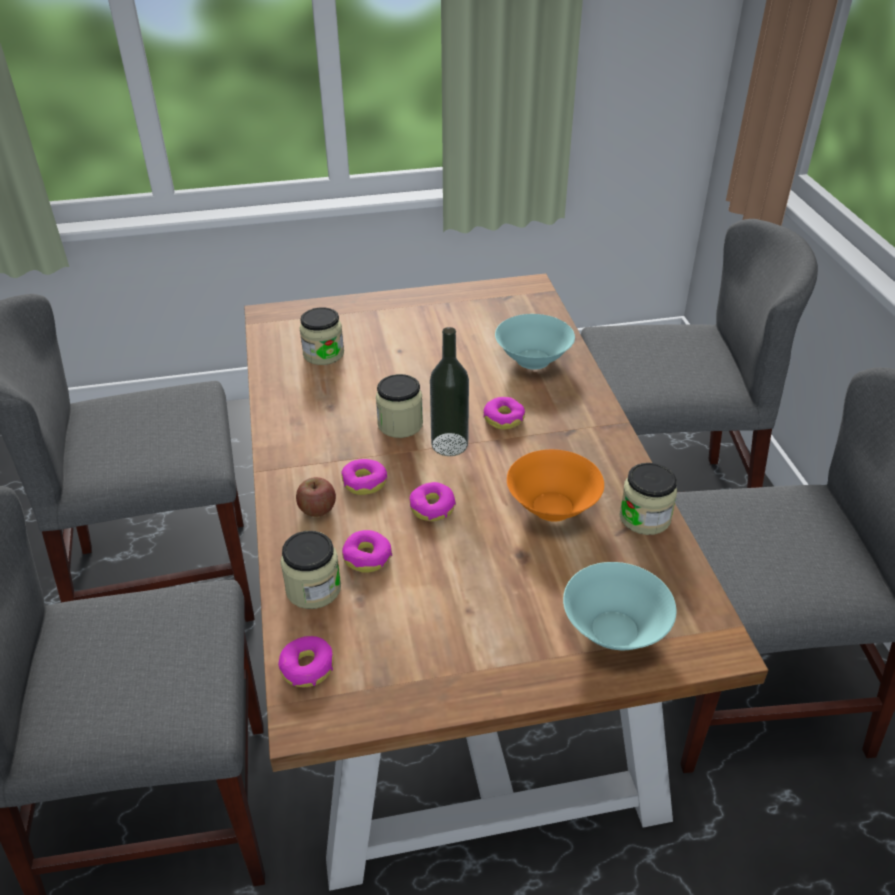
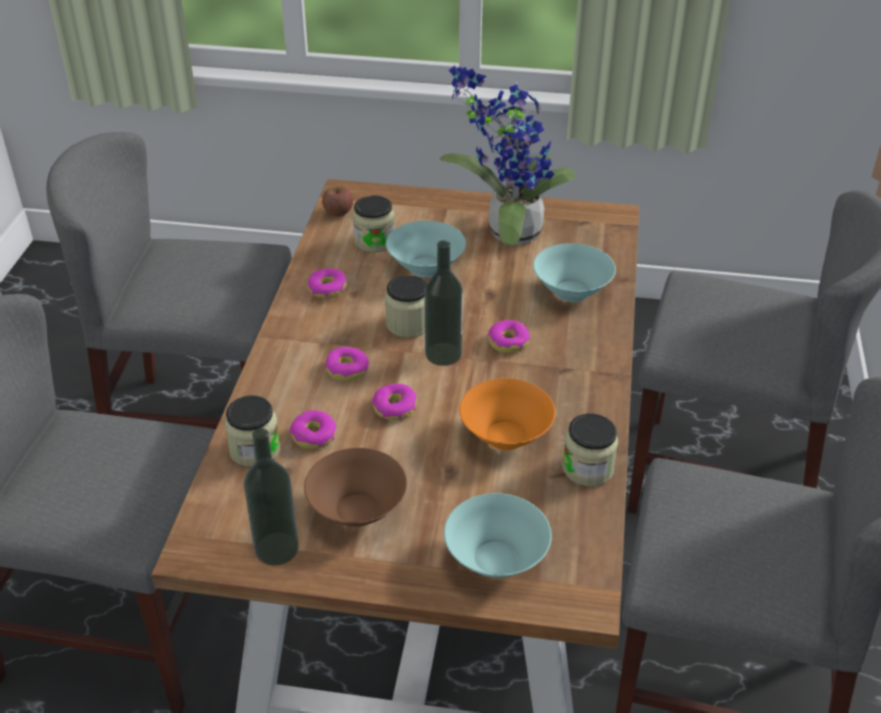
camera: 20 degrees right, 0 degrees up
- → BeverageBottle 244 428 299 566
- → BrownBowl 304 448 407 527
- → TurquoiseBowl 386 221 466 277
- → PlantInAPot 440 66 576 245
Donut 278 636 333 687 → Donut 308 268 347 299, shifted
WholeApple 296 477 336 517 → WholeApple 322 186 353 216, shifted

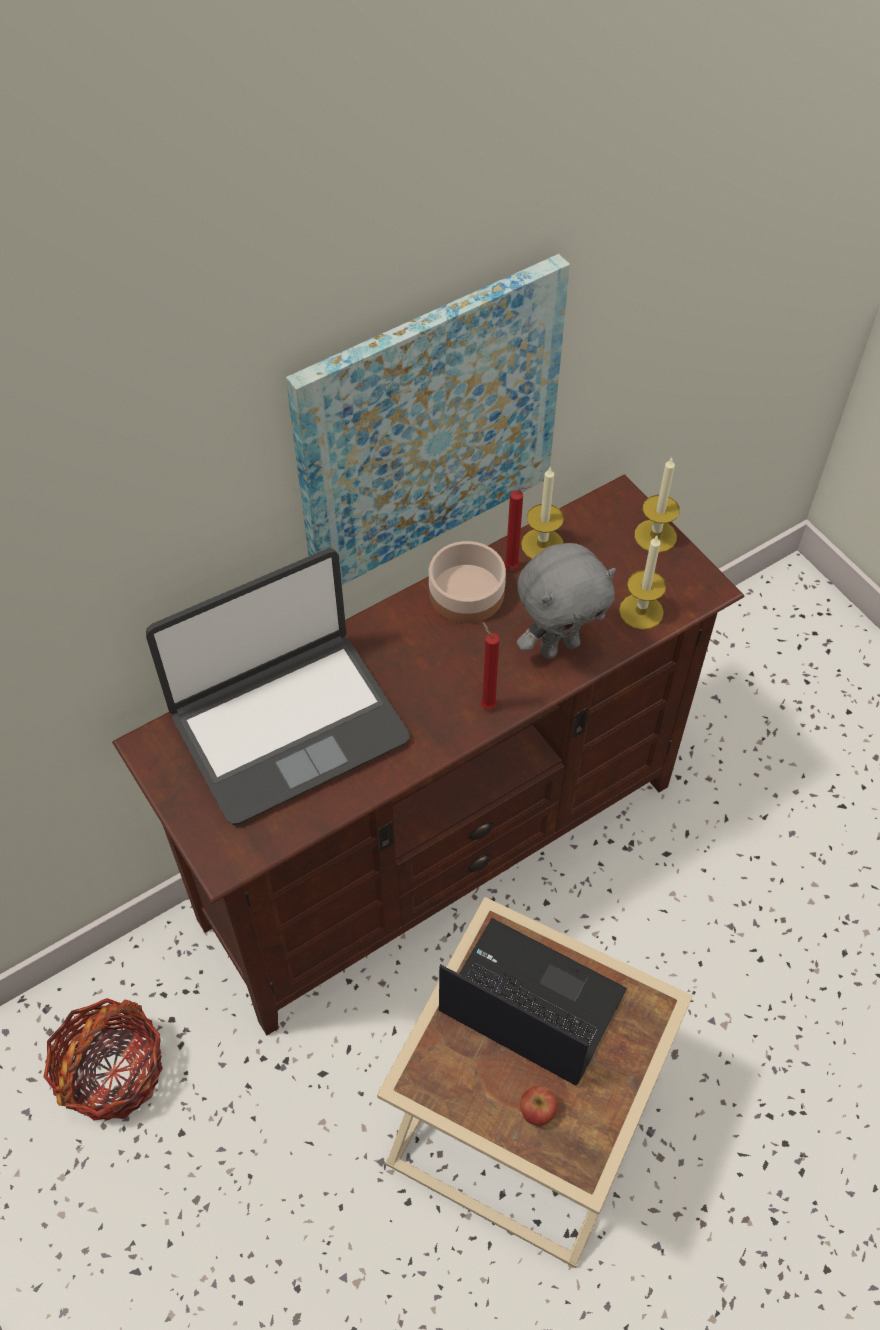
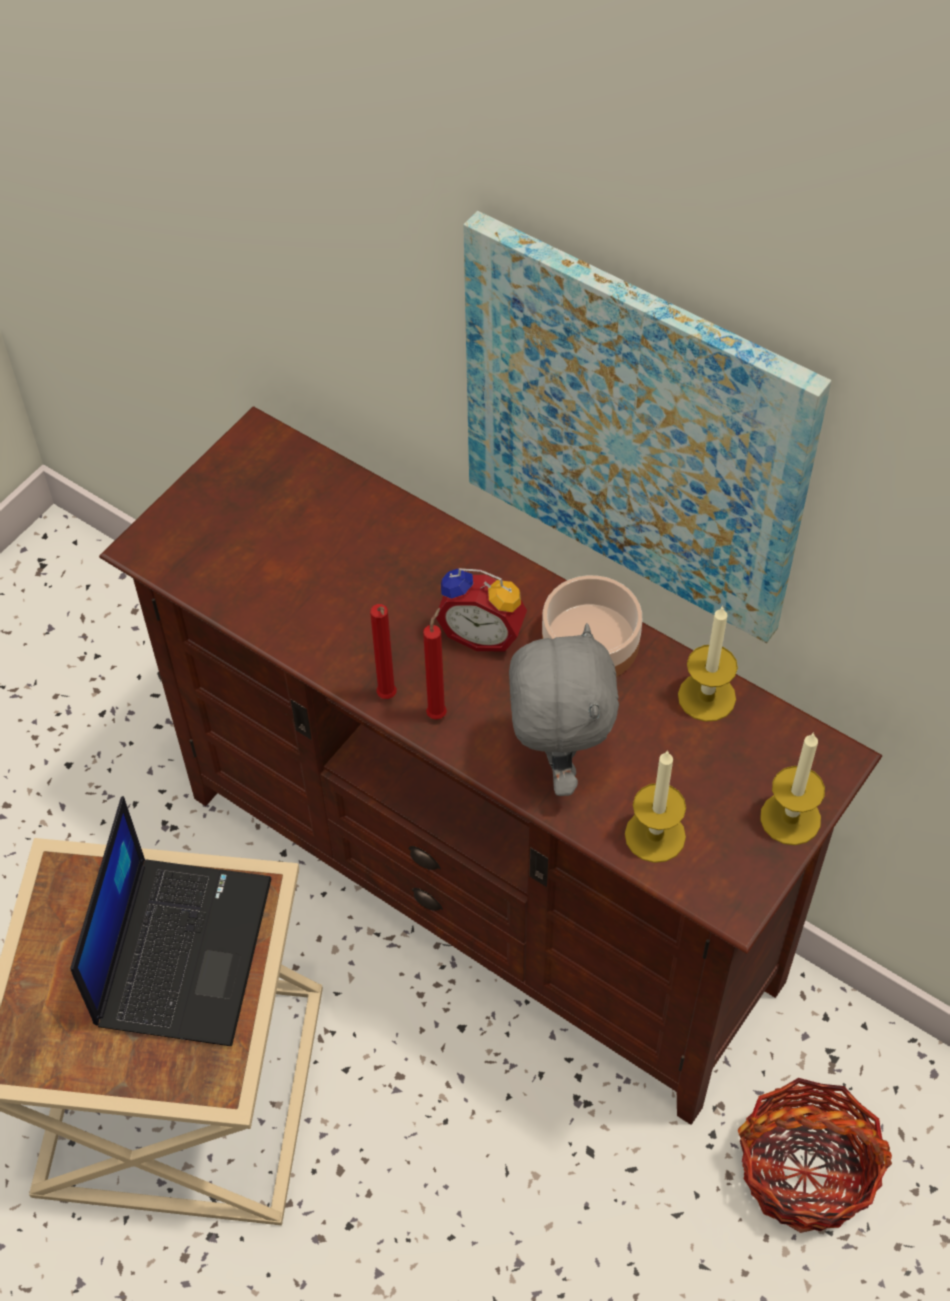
camera: 70 degrees right, 0 degrees up
NotebookComputer 146 549 410 825 → -
WholeApple 520 1086 558 1126 → -
- → AlarmClock 436 568 527 651
StorageBasket 43 998 163 1121 → StorageBasket 738 1078 892 1233, shifted
RedCandle 504 486 531 569 → RedCandle 370 604 397 699, shifted
GrayPlushToy 517 543 616 659 → GrayPlushToy 509 623 619 796, 135 degrees counterclockwise

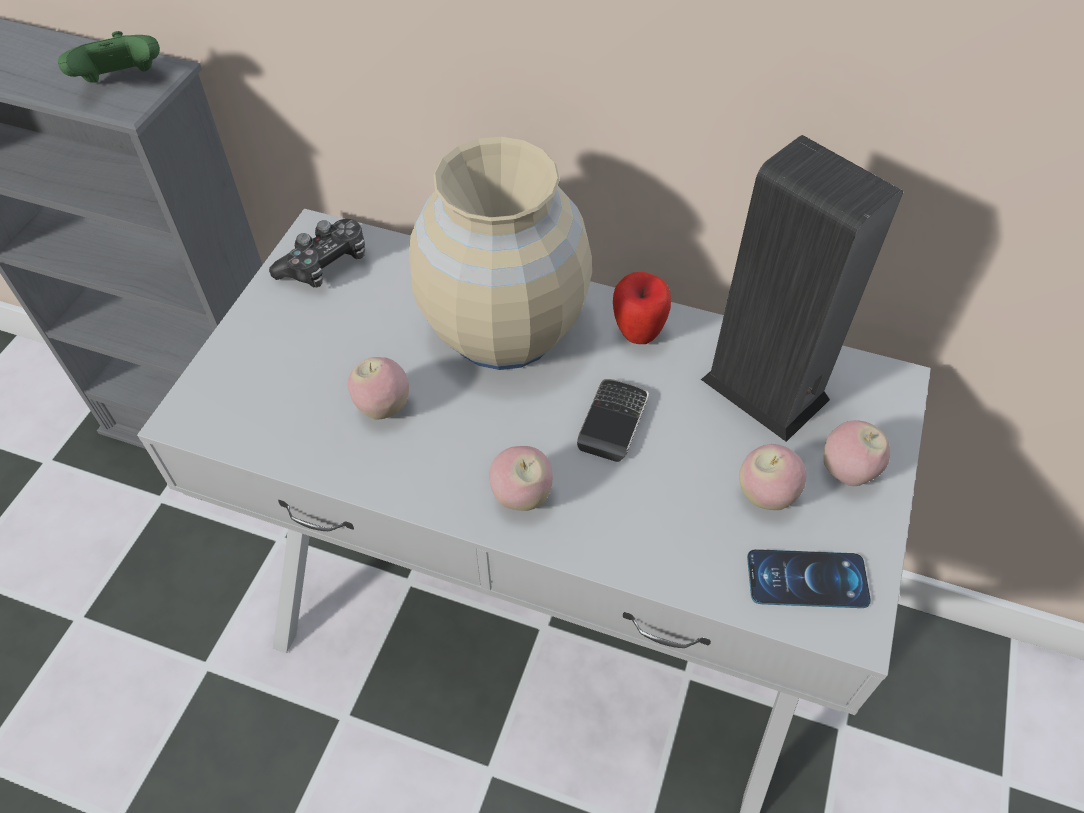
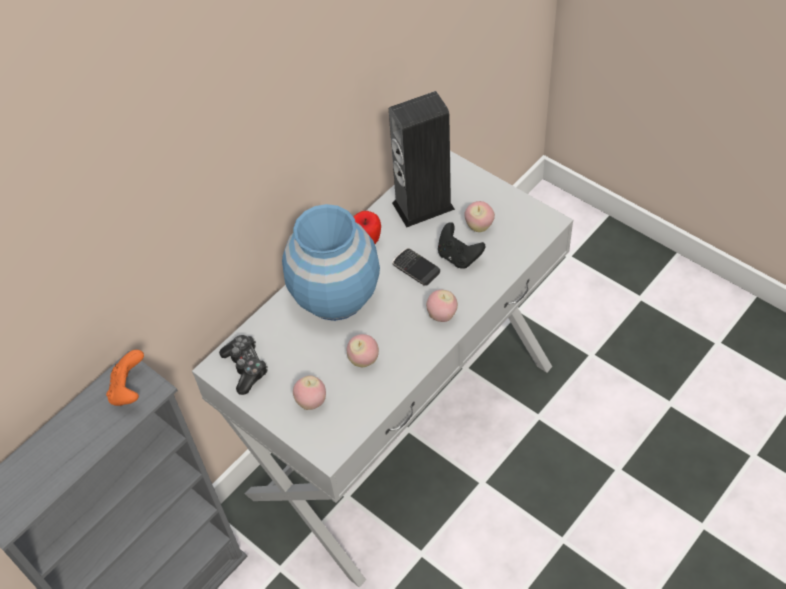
camera: 65 degrees left, 0 degrees up
Phone 747 549 871 608 → -
- → BlackJoypad 438 222 485 269
WholeApple 824 420 890 486 → WholeApple 293 375 326 410, shifted
GreenishJoypad 58 31 160 83 → OrangeJoypad 106 350 144 406
BeigeDecorativeVase 409 137 592 370 → BlueColouredDecorativeVase 282 204 380 321

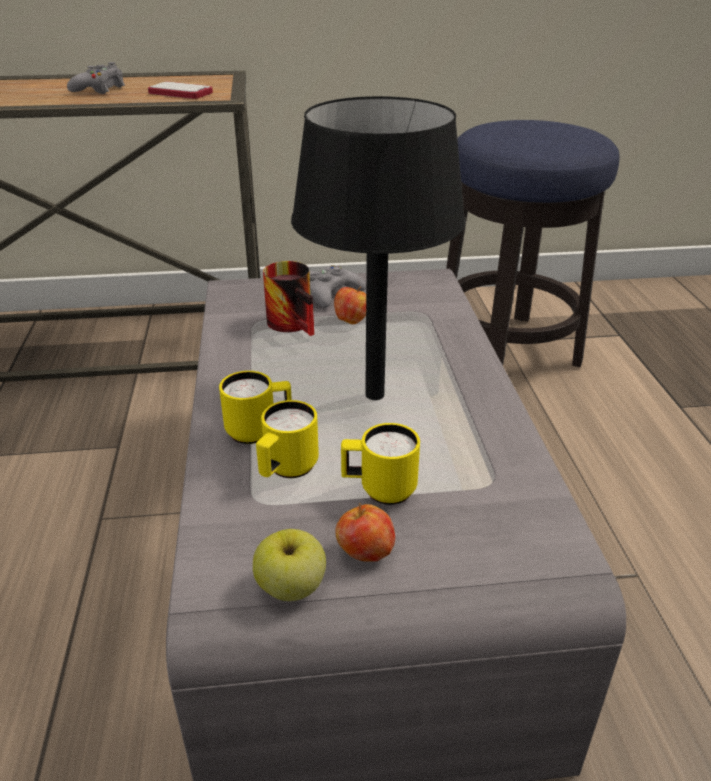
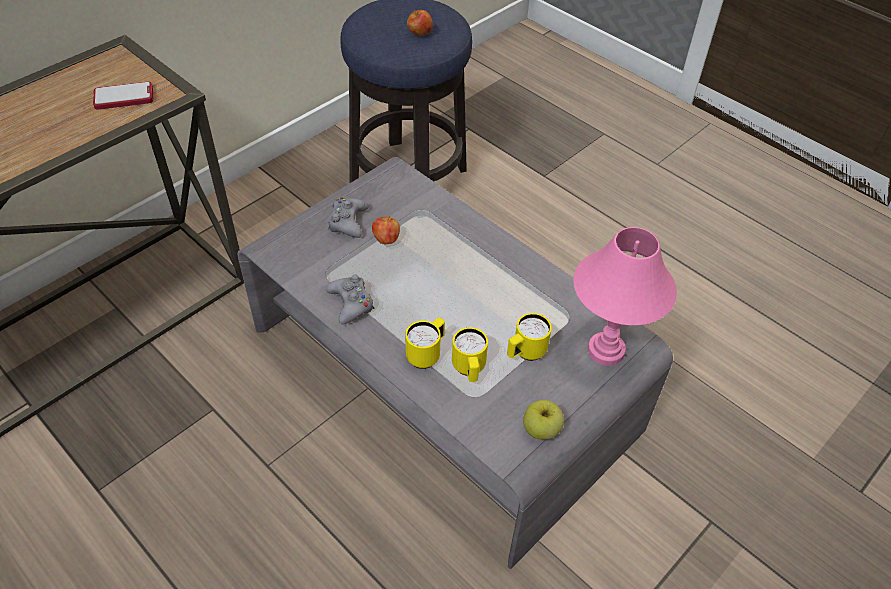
camera: 40 degrees left, 15 degrees up
CoffeeMug 263 261 314 336 → -
BlackLampForATable 291 96 466 400 → -
- → PinkColouredLampForATable 573 227 677 366
GrayJoypad 67 62 125 94 → GrayJoypad 326 275 374 325, shifted
WholeApple 335 503 395 562 → WholeApple 407 10 433 36, shifted

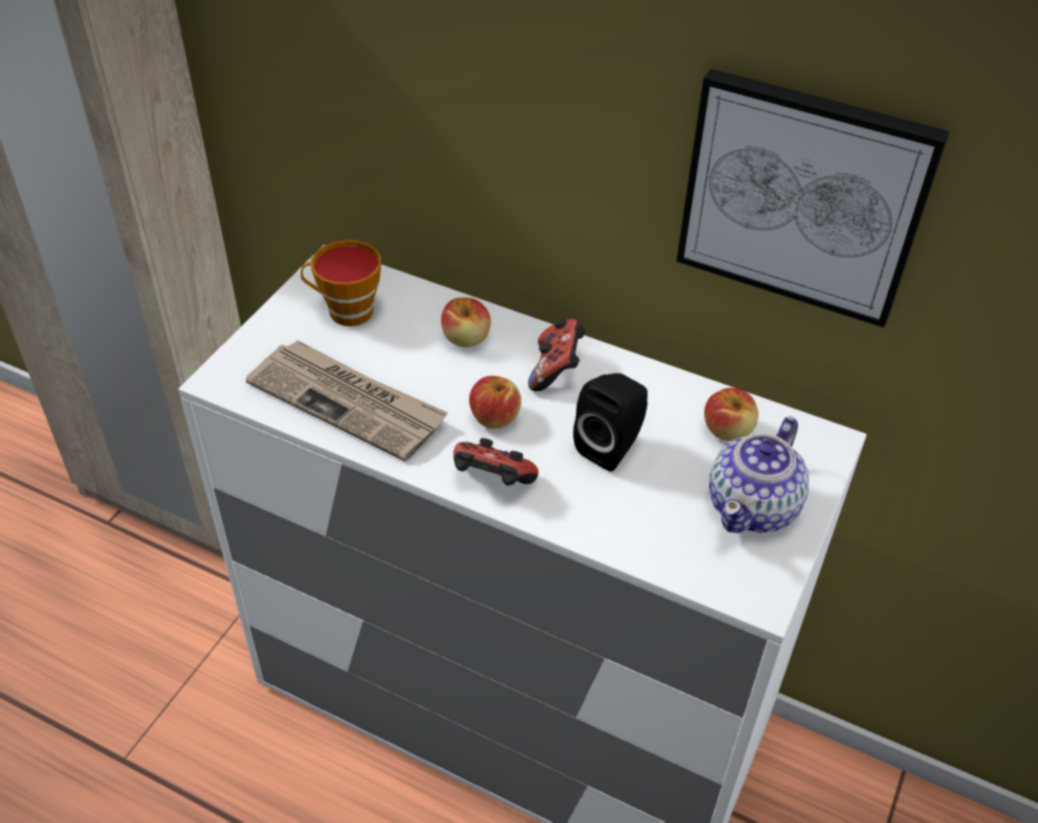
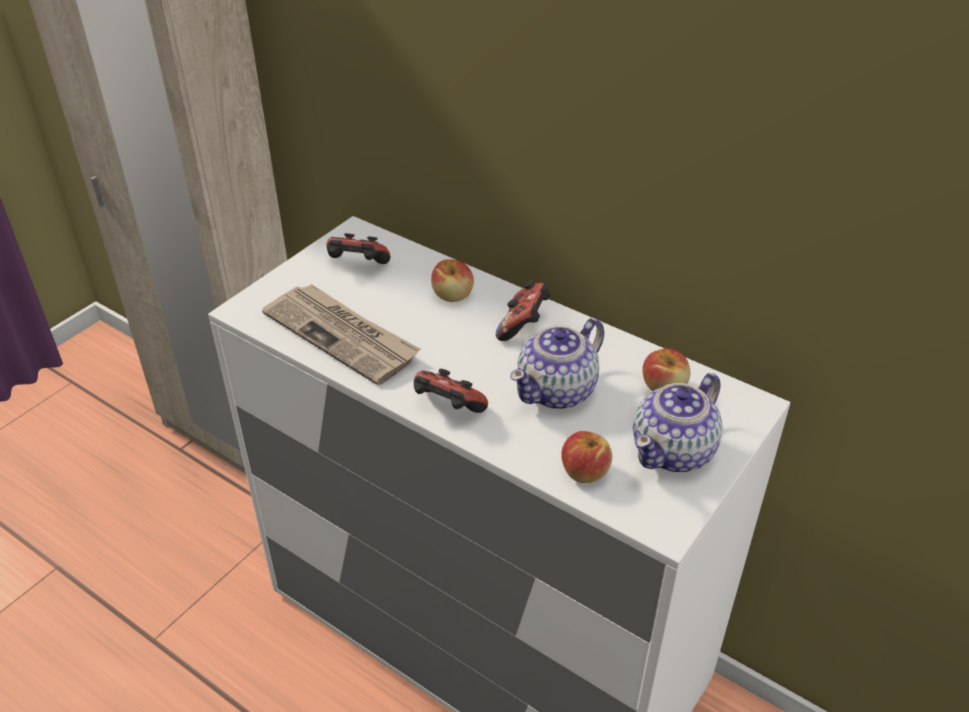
camera: 10 degrees right, 5 degrees down
WallArt 676 68 950 328 → -
WholeApple 469 376 521 429 → WholeApple 561 431 612 483, shifted
Cup 301 240 381 326 → Joypad 326 233 390 264
BlackAudioSpeaker 573 373 648 472 → TeaPot 510 318 604 409

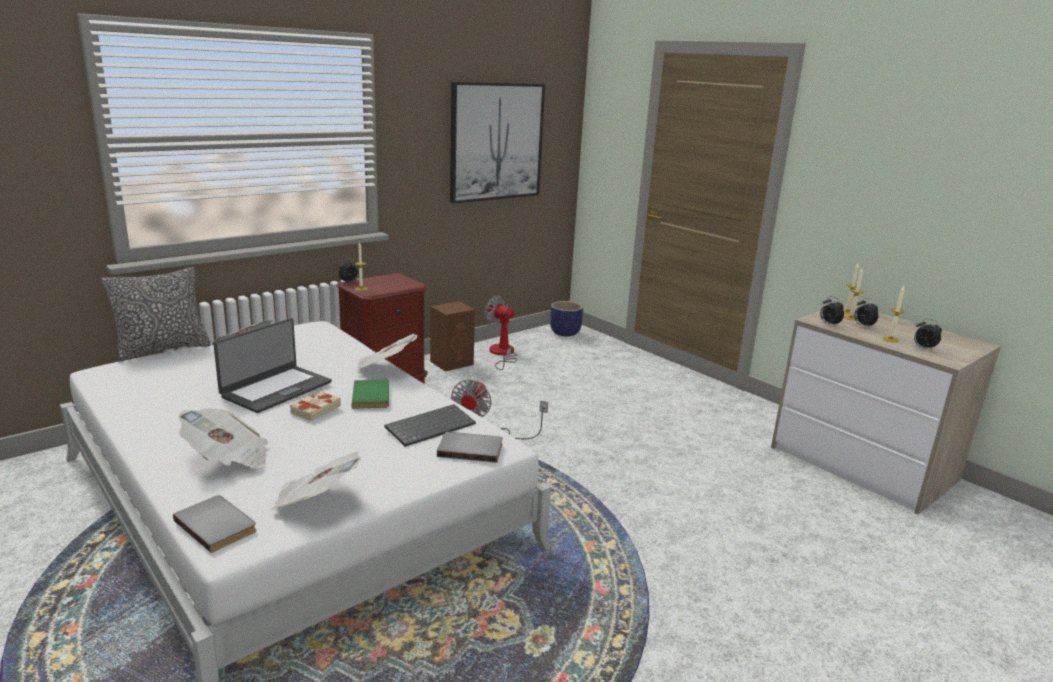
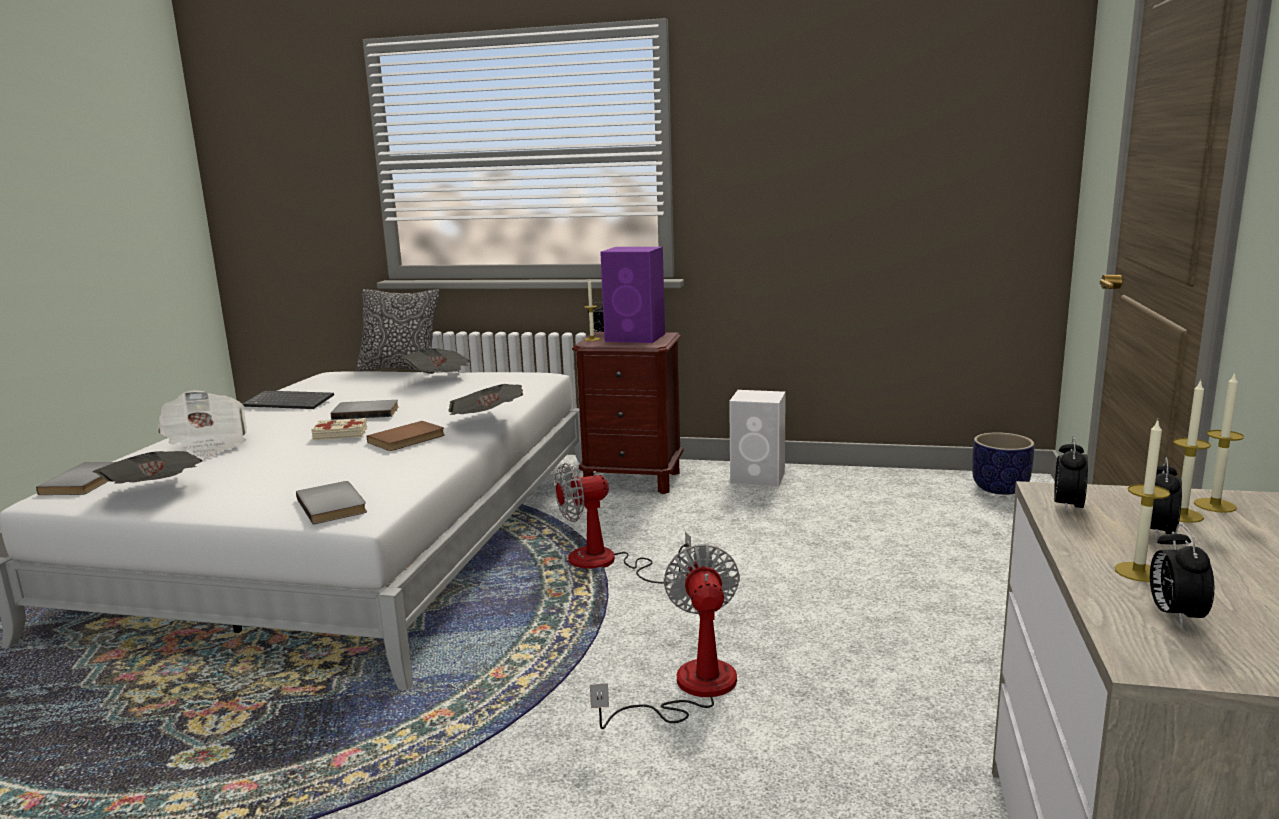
camera: 55 degrees right, 5 degrees down
WallArt 450 82 545 204 → -
- → PurplishAudioSpeaker 600 247 665 343
PcKeyboard 384 404 476 447 → PcKeyboard 242 391 334 409, shifted
ElectricFan 484 295 518 370 → ElectricFan 590 544 740 729, shifted
NotebookComputer 213 318 332 413 → GrayBook 331 400 399 420
GreenishBook 352 380 389 409 → BrownBook 367 421 445 451
BrownAudioSpeaker 430 301 475 371 → WhiteAudioSpeaker 729 390 786 487

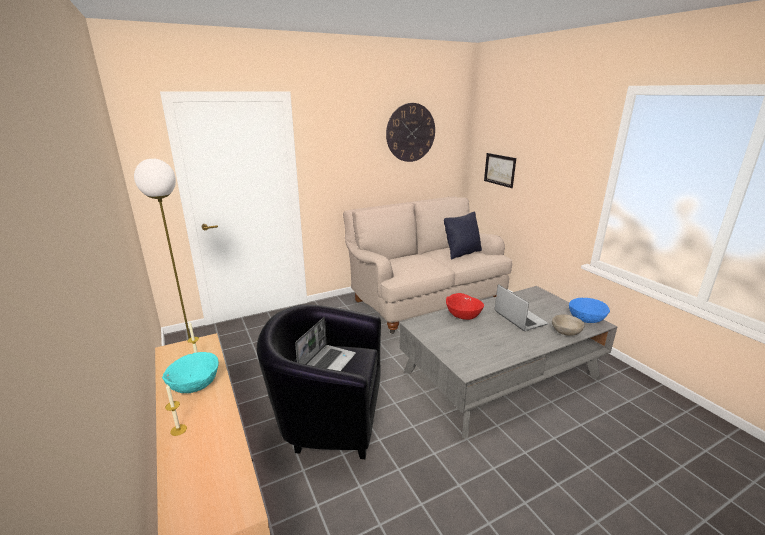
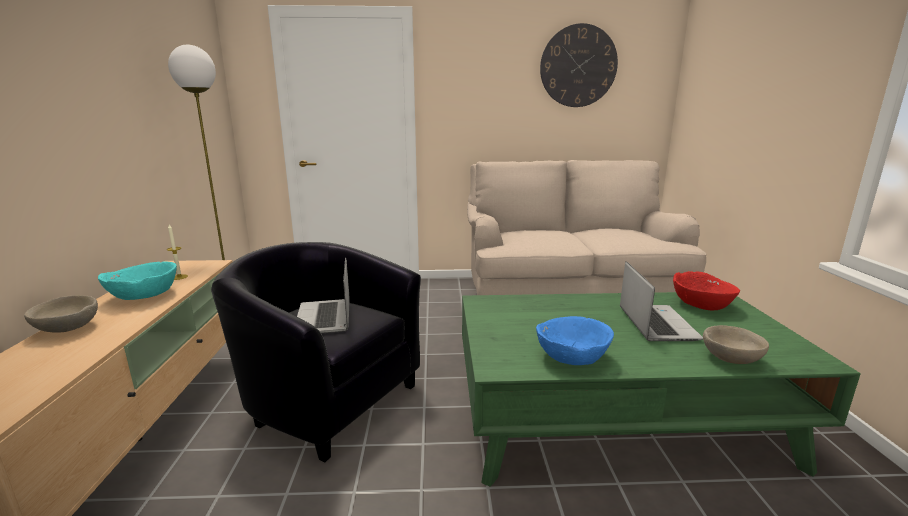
camera: 25 degrees right, 5 degrees down
BlackPillow 444 212 482 259 → -
WallArt 484 153 516 188 → -
RedBowl 446 293 484 320 → RedBowl 673 271 740 310, shifted
BlueColouredBowl 569 298 610 323 → BlueColouredBowl 536 316 614 365, shifted
Candle 165 384 187 436 → BeigeBowl 24 295 98 333
GrayLowTable 400 286 617 438 → GreenishLowTable 462 292 861 487
NotebookComputer 295 317 356 371 → NotebookComputer 297 258 350 333, 120 degrees clockwise

